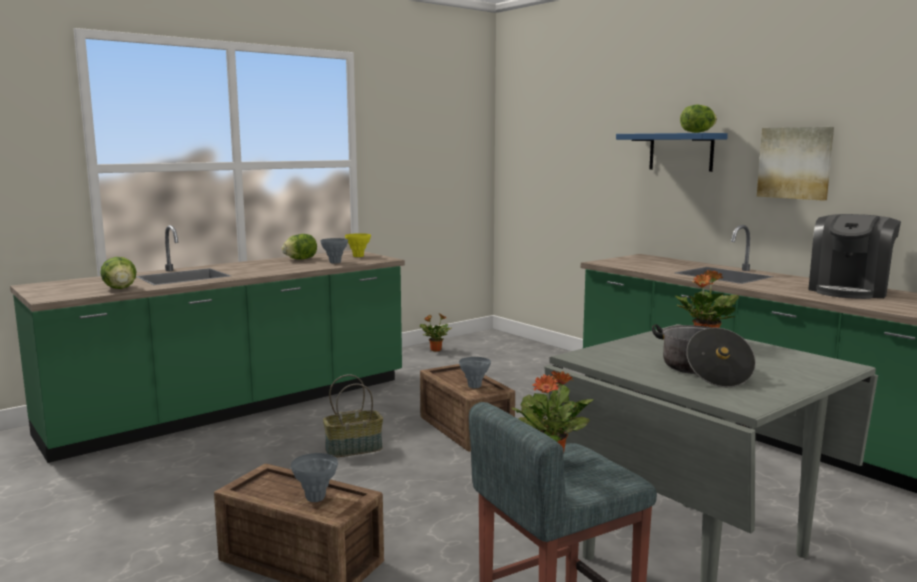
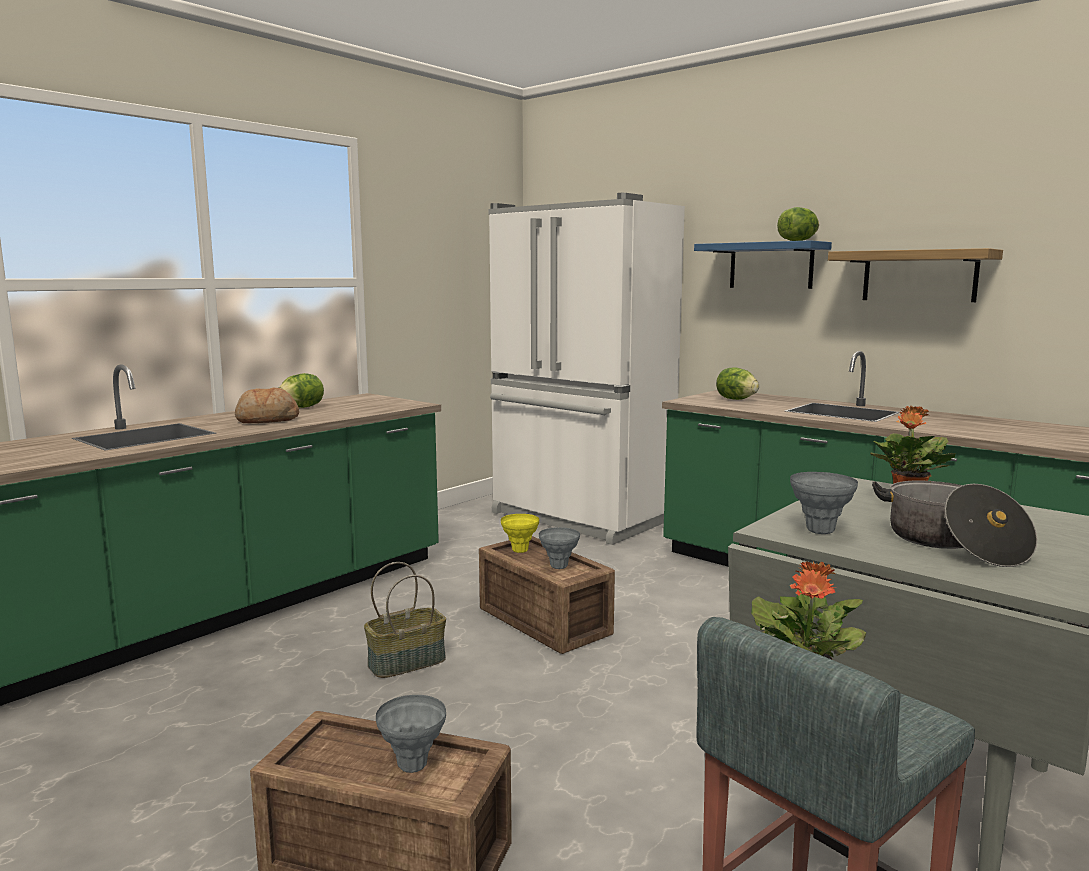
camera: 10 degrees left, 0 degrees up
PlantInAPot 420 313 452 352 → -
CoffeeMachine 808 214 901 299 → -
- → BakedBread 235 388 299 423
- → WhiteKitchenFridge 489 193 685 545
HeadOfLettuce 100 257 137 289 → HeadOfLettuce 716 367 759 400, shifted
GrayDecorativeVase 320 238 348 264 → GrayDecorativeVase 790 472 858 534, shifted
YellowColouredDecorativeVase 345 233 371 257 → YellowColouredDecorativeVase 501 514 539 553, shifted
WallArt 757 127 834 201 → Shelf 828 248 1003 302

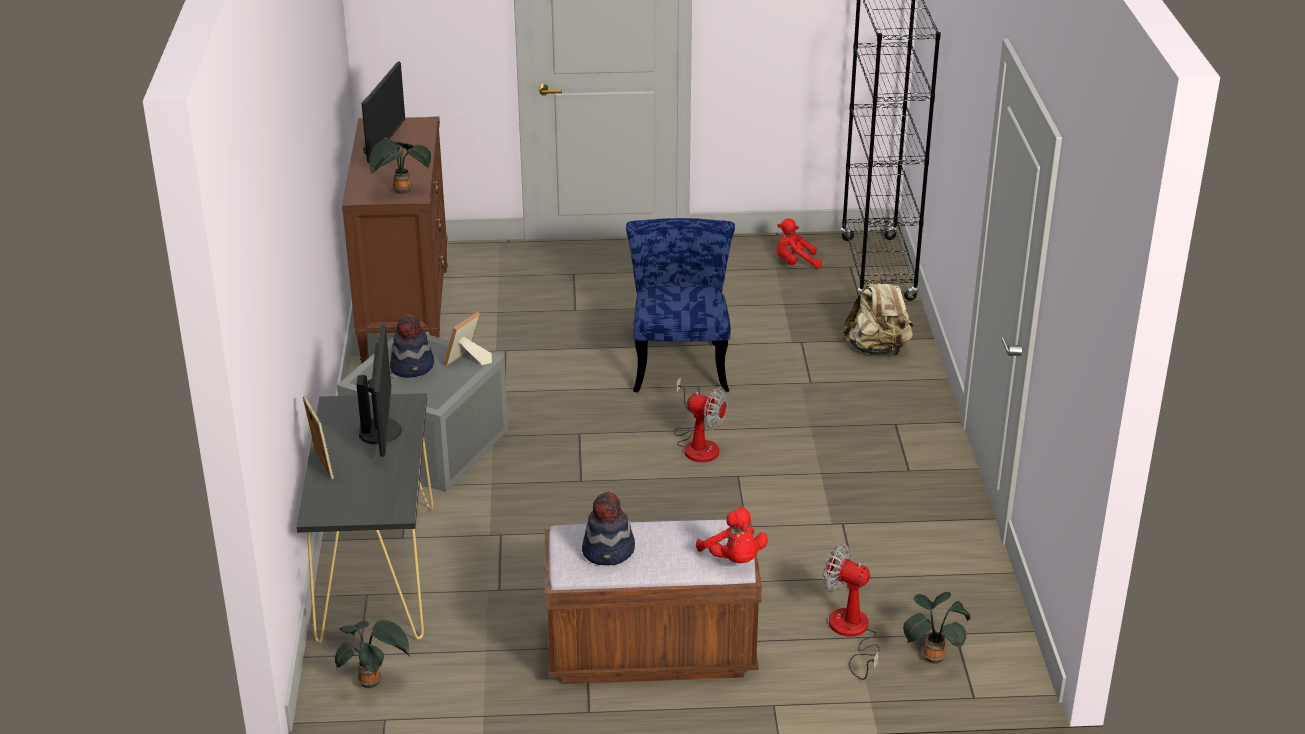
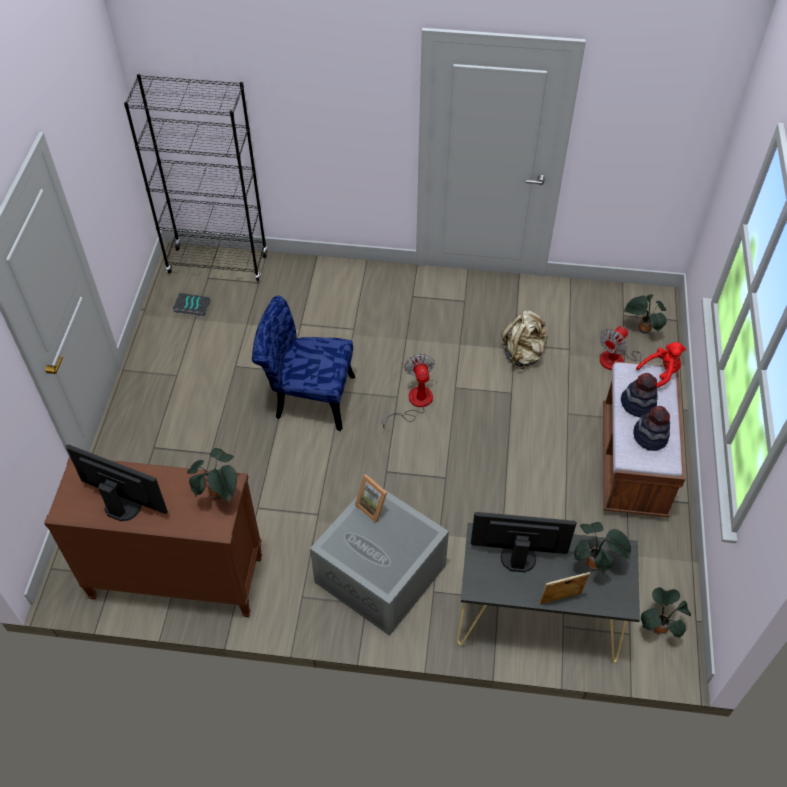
camera: 80 degrees left, 20 degrees up
- → PlantInAPot 574 522 631 574
Hat 390 314 434 378 → Hat 621 373 658 418, shifted
BeigeBackpack 843 274 913 356 → BeigeBackpack 501 310 548 369, shifted
RedPlushToy 776 218 822 269 → Book 172 293 211 317
ElectricFan 674 377 728 462 → ElectricFan 381 354 435 427, 45 degrees counterclockwise

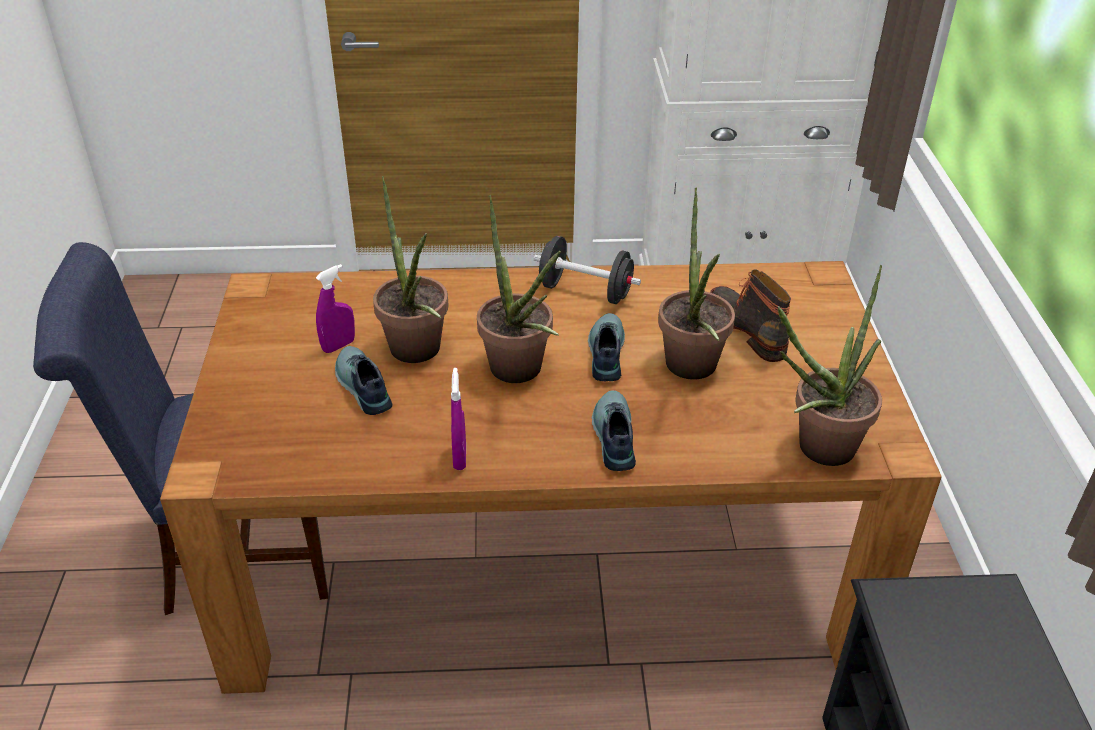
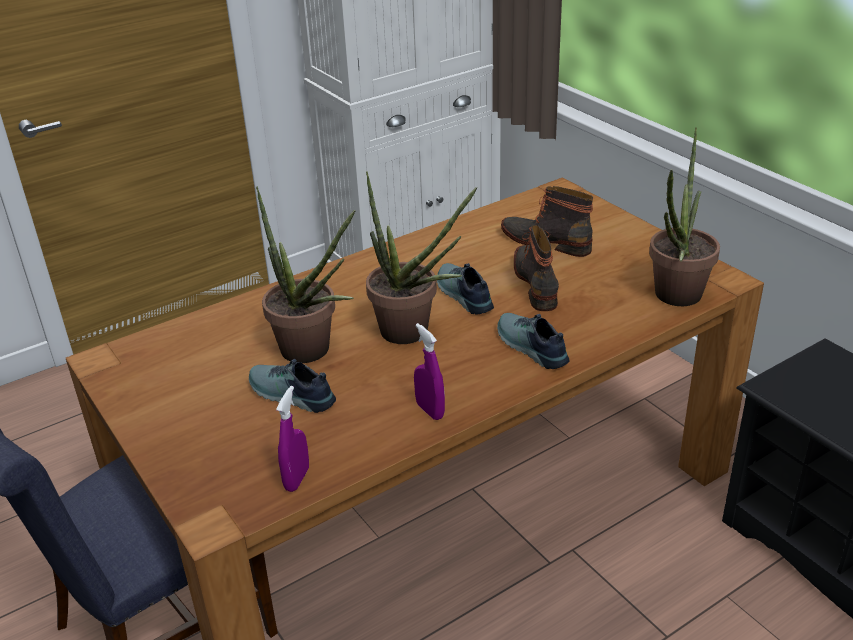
camera: 30 degrees left, 5 degrees down
BlackDumbbell 534 236 641 304 → -
PurplishSprayer 316 264 355 353 → PurplishSprayer 276 386 309 492, shifted
PlantInAPot 658 187 735 380 → TallBoot 514 225 559 311

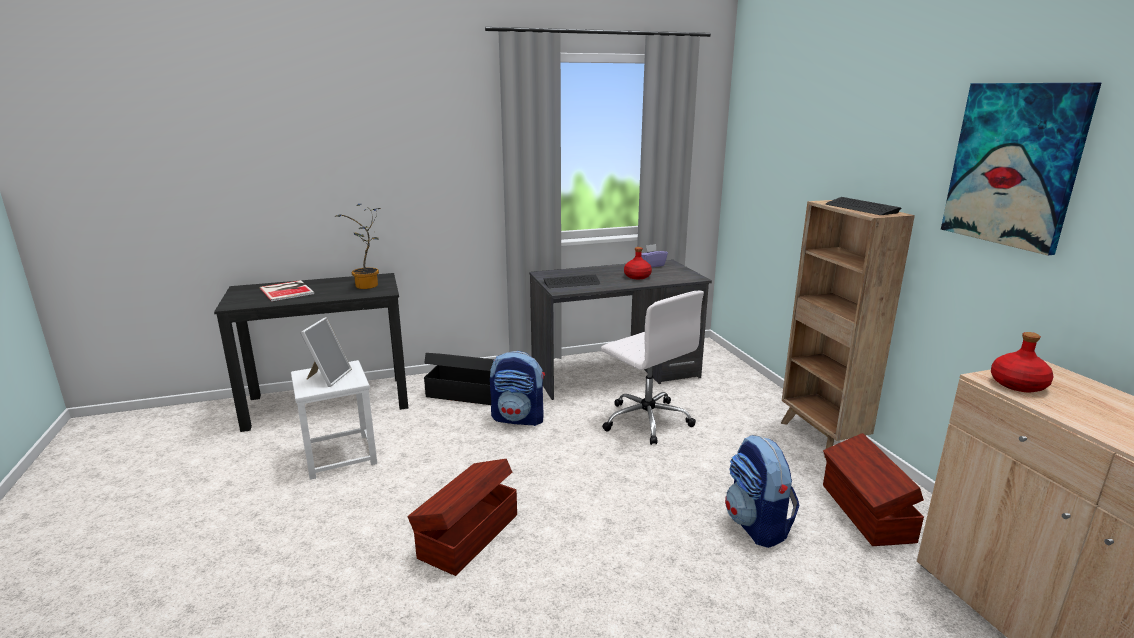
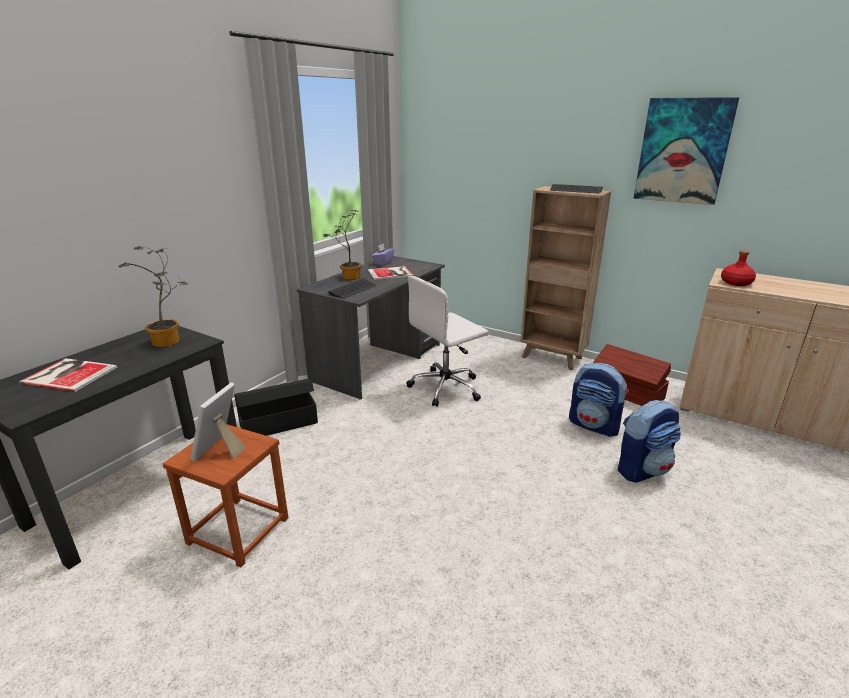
camera: 40 degrees left, 5 degrees up
BrownStorageBin 407 459 517 576 → -
- → PlantInAPot 323 210 362 280
Backpack 490 351 545 426 → Backpack 618 400 681 483, shifted
RedBeverageBottle 624 247 652 279 → Book 368 266 413 280
WhiteStoolSeat 291 360 377 480 → BrownStoolSeat 163 424 288 568
PictureFrame 300 317 352 387 → PictureFrame 191 383 246 461, 135 degrees counterclockwise
WhiteDeskChair 601 291 704 445 → WhiteDeskChair 406 276 489 407, 135 degrees clockwise

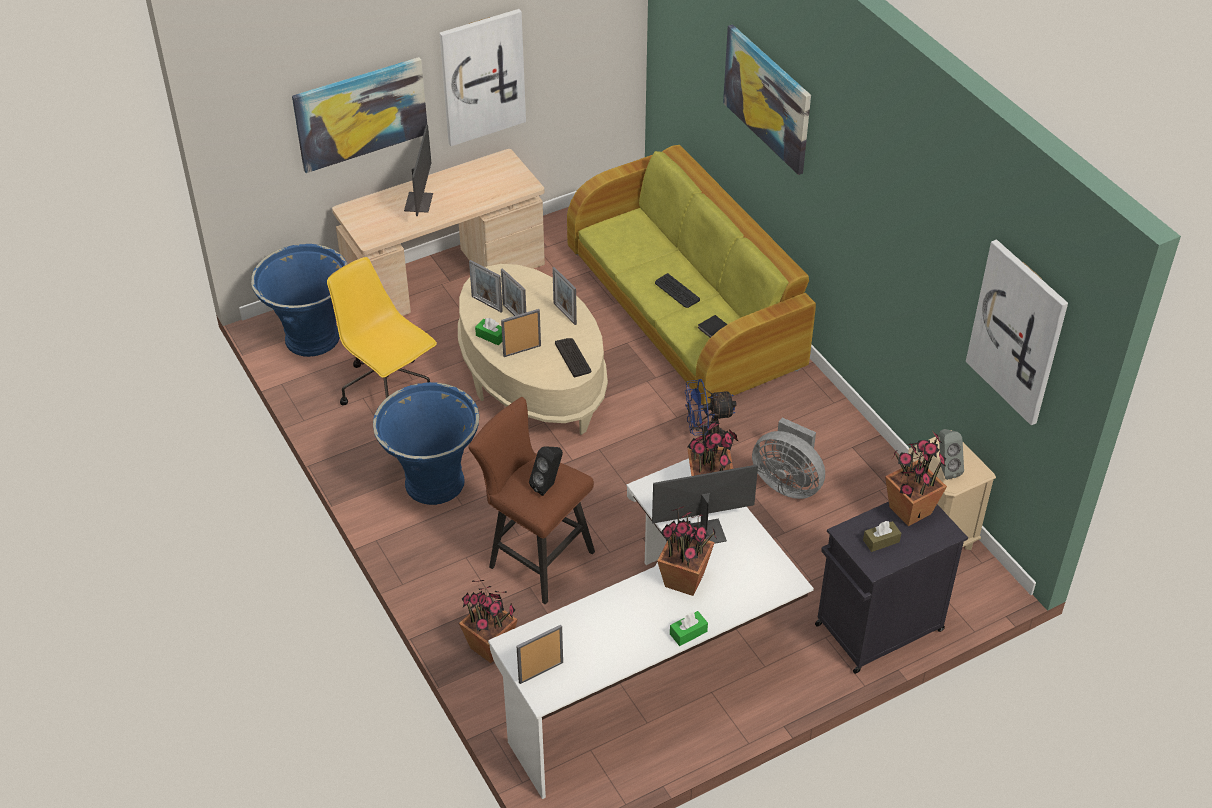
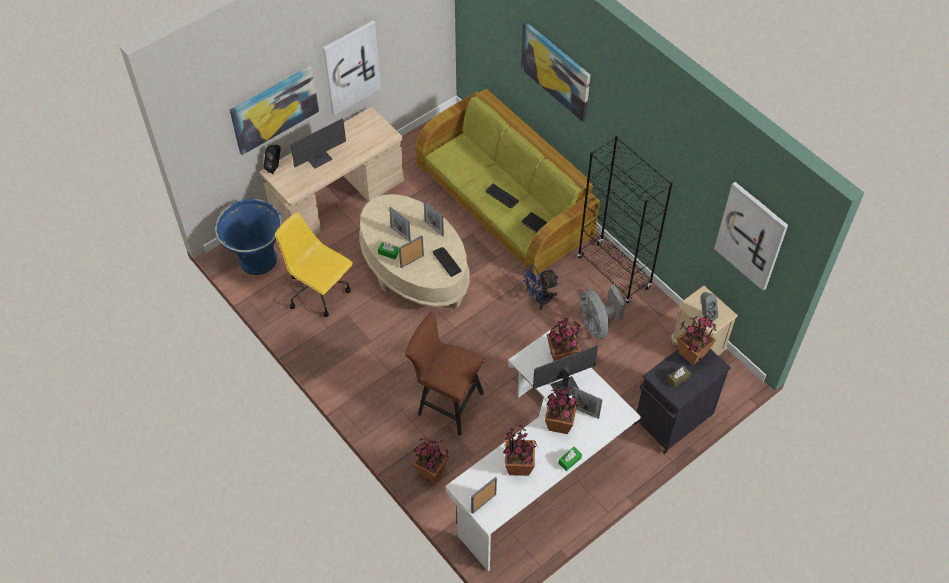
camera: 10 degrees left, 10 degrees up
BlueColouredFlowerPot 373 382 479 505 → -
- → PlantInAPot 503 425 538 476
- → BlackShelvingUnit 577 136 673 304
PictureFrame 469 260 503 312 → PictureFrame 573 387 602 419, shifted
BlackAudioSpeaker 529 446 563 496 → BlackAudioSpeaker 263 145 281 174, shifted
ComputerScreen 404 125 433 216 → ComputerScreen 290 118 346 169, 60 degrees clockwise
GrayElectricFan 752 418 825 499 → GrayElectricFan 580 285 626 339, 45 degrees clockwise

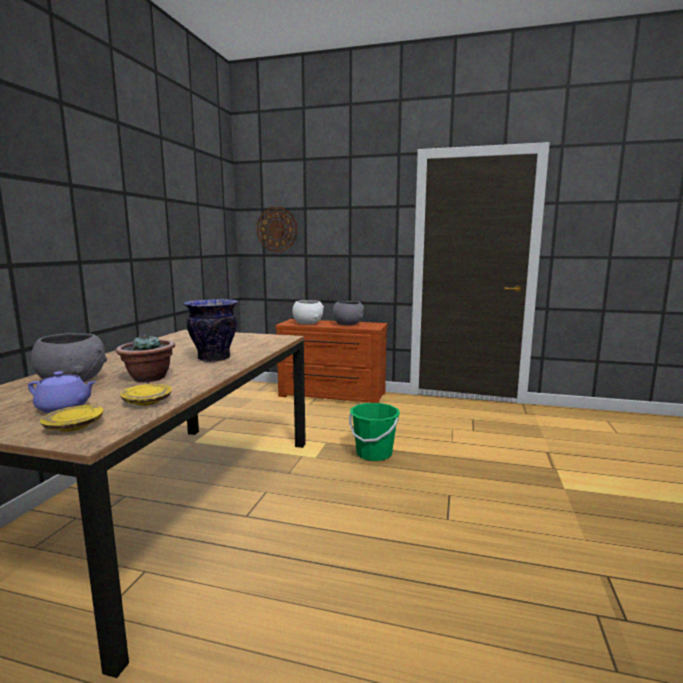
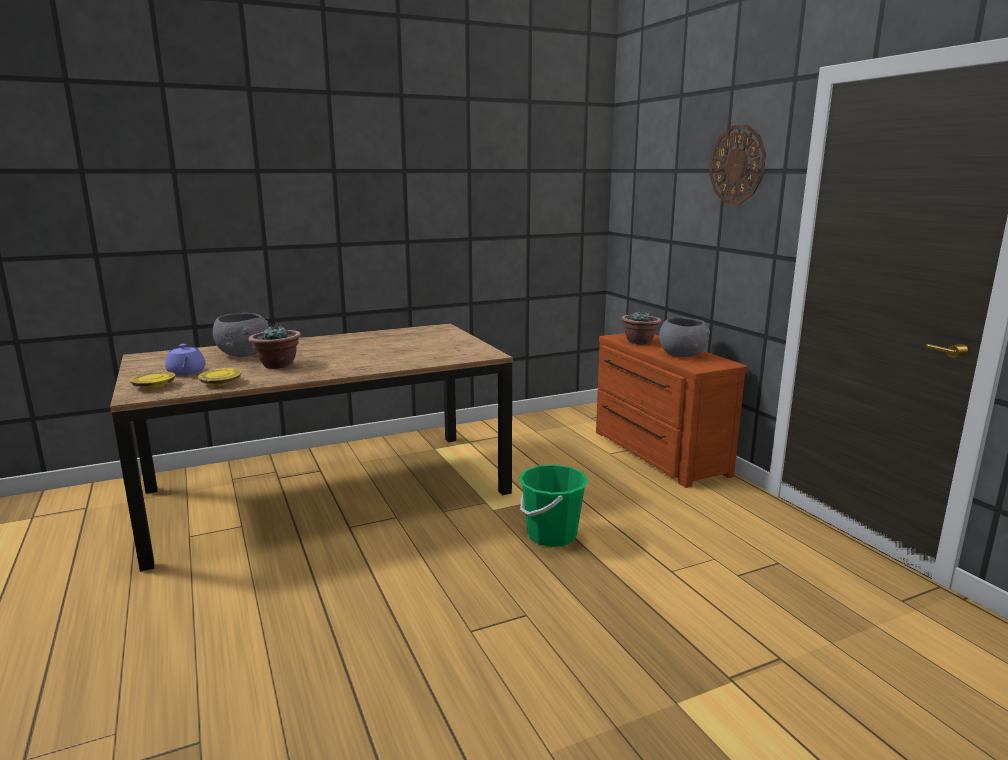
camera: 50 degrees right, 5 degrees up
DecorativeVase 183 299 238 362 → -
HangingClock 257 207 297 251 → HangingClock 709 124 766 204, shifted
WhiteBowl 292 300 324 324 → PlantInAPot 621 311 661 345

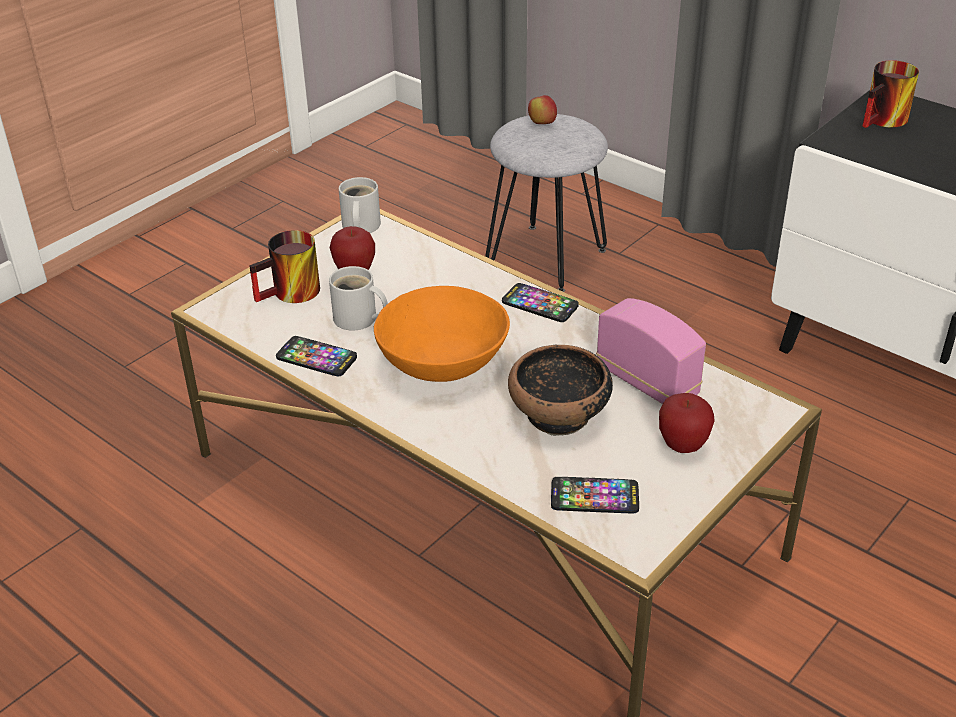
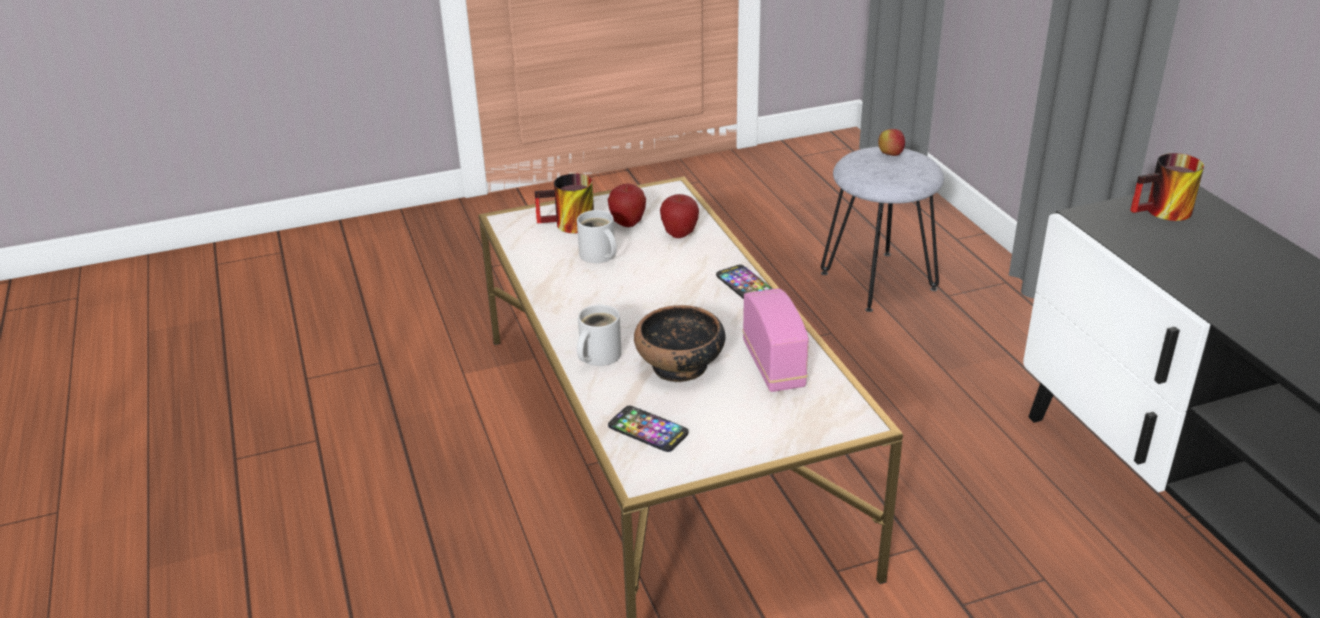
camera: 30 degrees right, 5 degrees down
Phone 276 336 357 376 → -
OrangeBowl 374 286 510 382 → -
WhiteCoffeeMug 339 177 381 233 → WhiteCoffeeMug 577 305 622 366, shifted
WholeApple 659 393 715 453 → WholeApple 660 194 699 238, shifted

